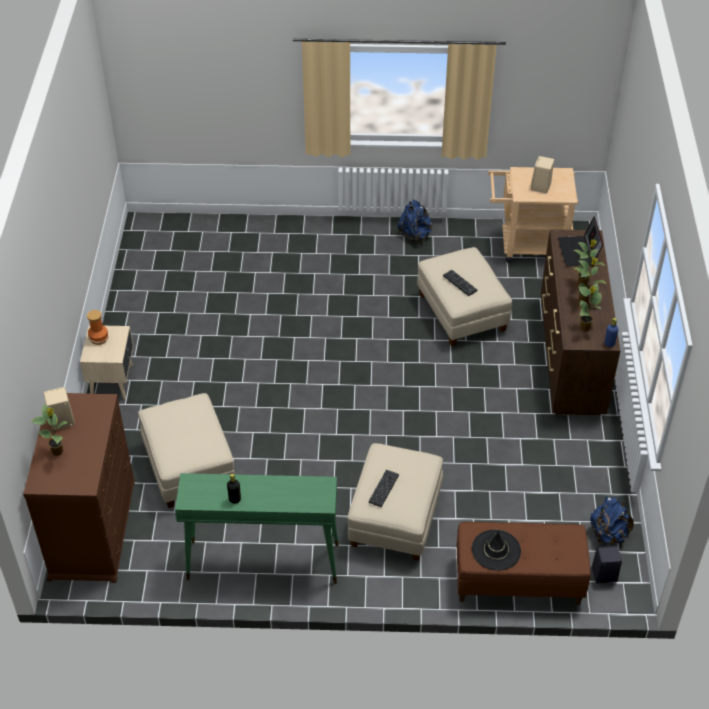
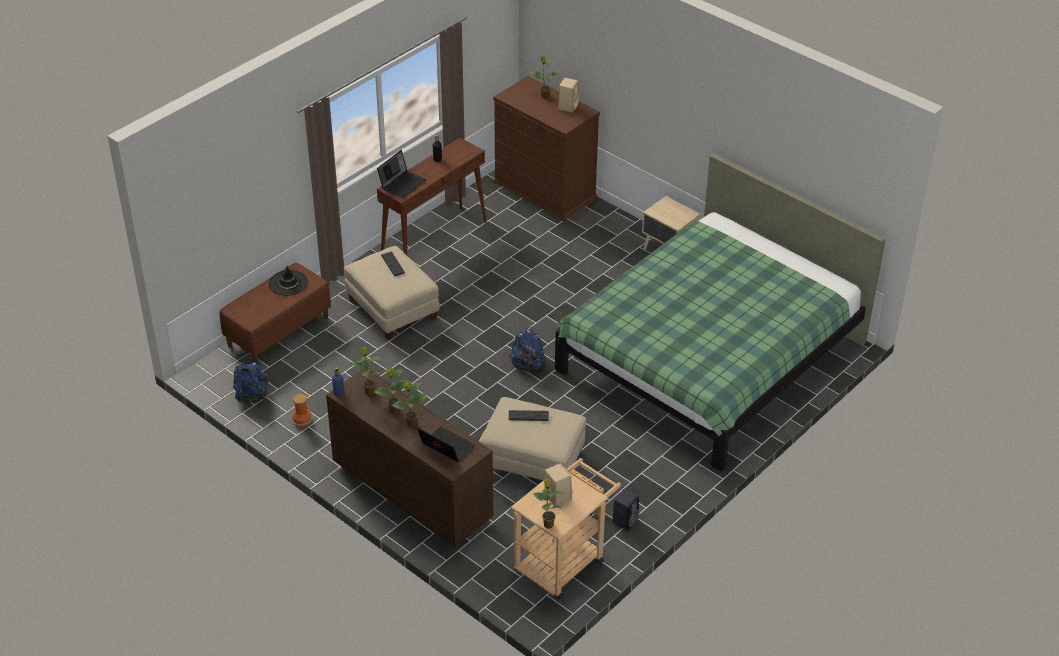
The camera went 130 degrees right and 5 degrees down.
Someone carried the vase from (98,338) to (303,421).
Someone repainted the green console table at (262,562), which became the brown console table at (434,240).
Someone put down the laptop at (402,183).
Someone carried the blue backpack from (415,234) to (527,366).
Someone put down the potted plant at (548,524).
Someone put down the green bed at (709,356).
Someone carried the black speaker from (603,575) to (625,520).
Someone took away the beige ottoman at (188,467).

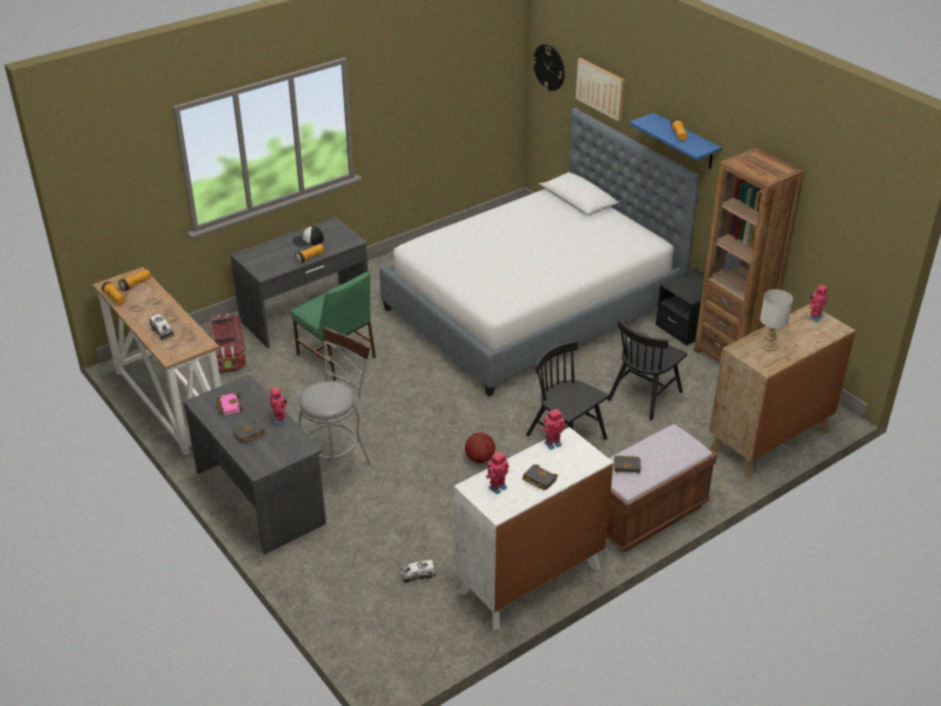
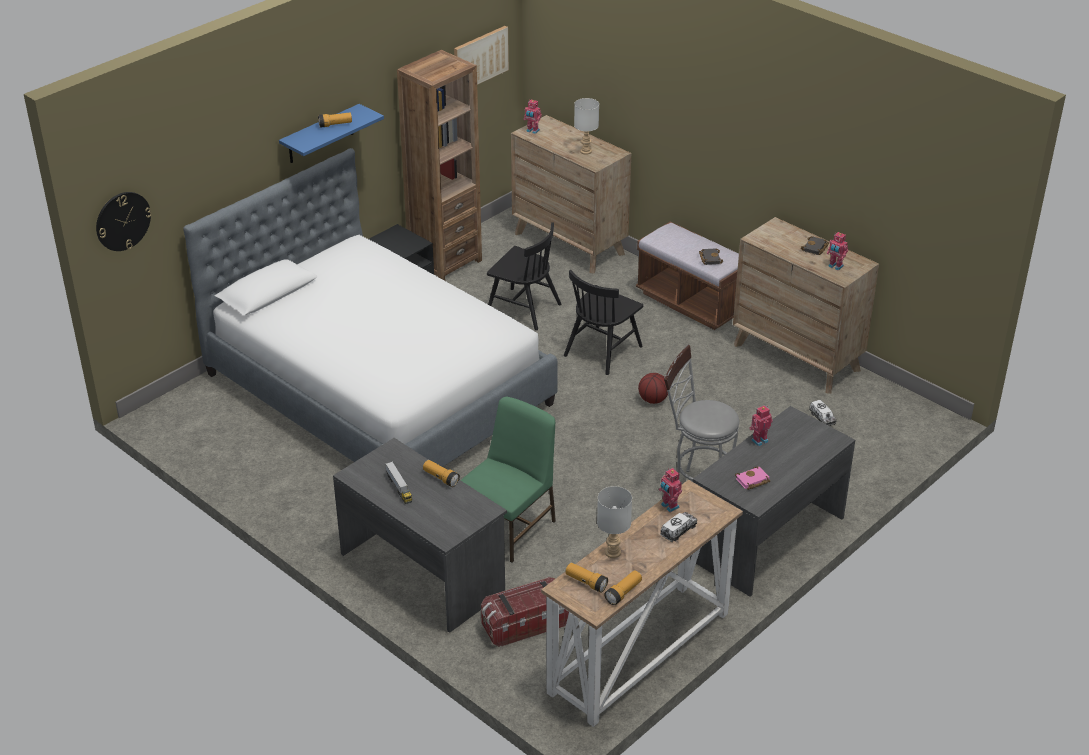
The camera went 100 degrees left and 0 degrees up.
Someone swapped the cap at (308,240) for the toy truck at (399,488).
Someone carried the picture from (601,88) to (480,58).
Someone put down the grey table lamp at (613,552).
Someone carried the toy robot from (552,443) to (669,506).
Someone repainted the white dresser at (530,579), which became the brown dresser at (796,357).
Someone took away the black book at (249,435).

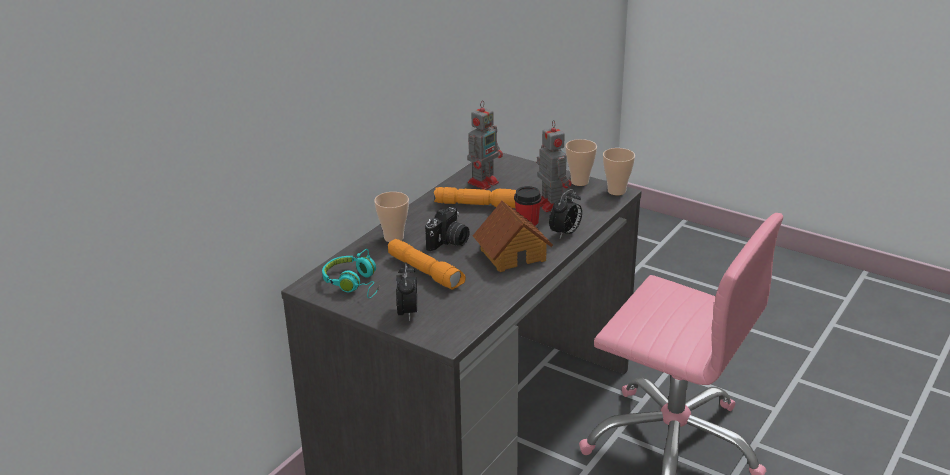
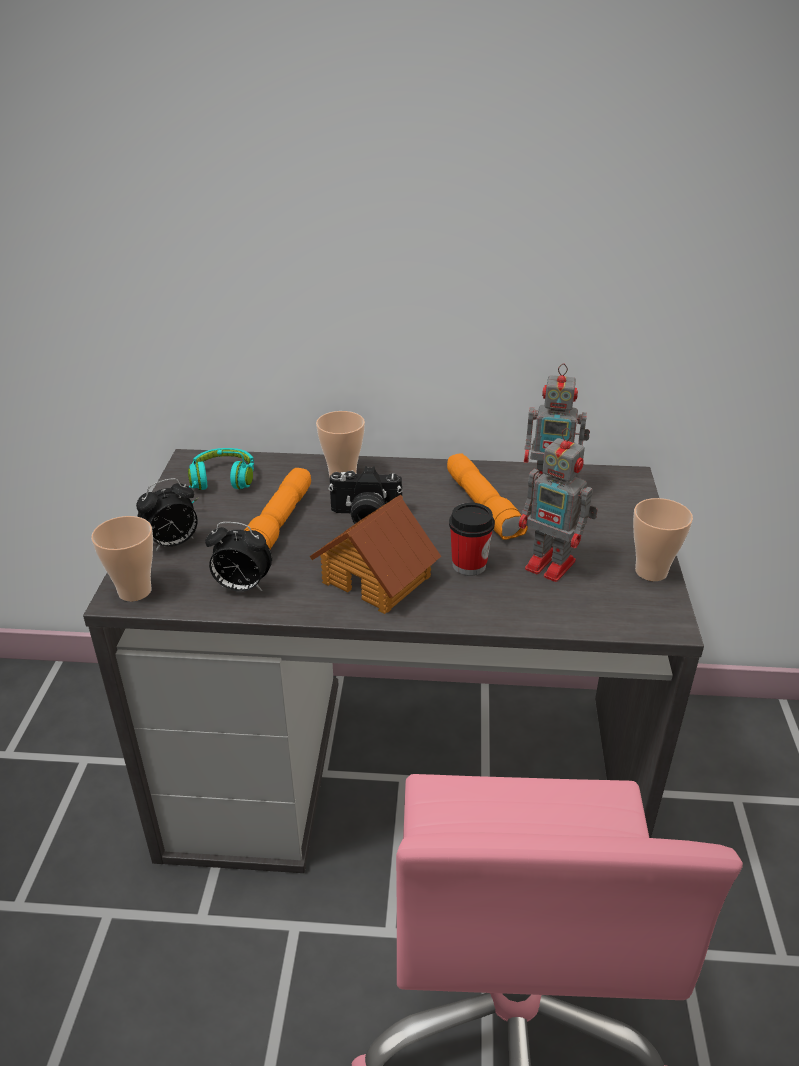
The camera went 60 degrees right and 5 degrees up.
Someone carried the cup from (616,191) to (135,591).
Someone carried the alarm clock from (565,233) to (242,587).
Someone rotated the toy robot at (550,204) by 90 degrees clockwise.

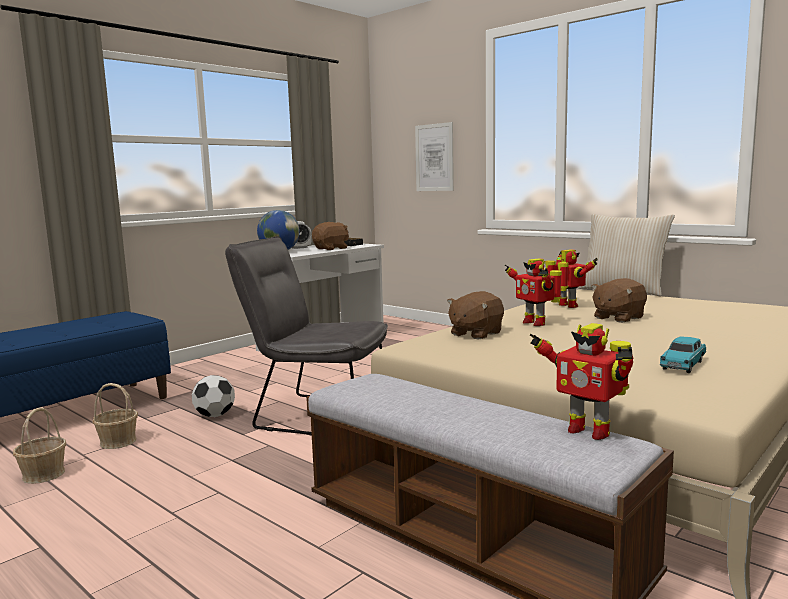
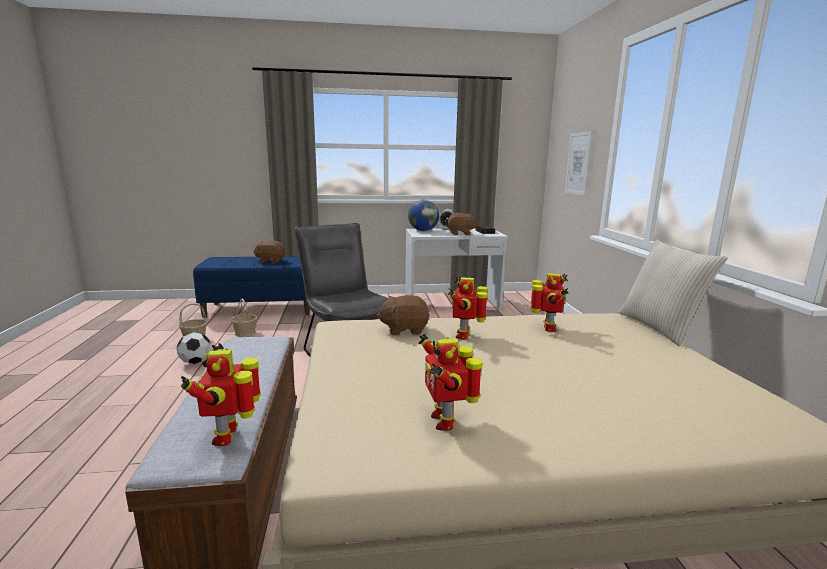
The camera went 40 degrees right and 5 degrees up.
Someone carried the football from (215,415) to (196,362).
Someone carried the brown plush toy from (618,318) to (270,261).
Someone swapped the turquoise toy car at (683,365) for the toy robot at (445,420).

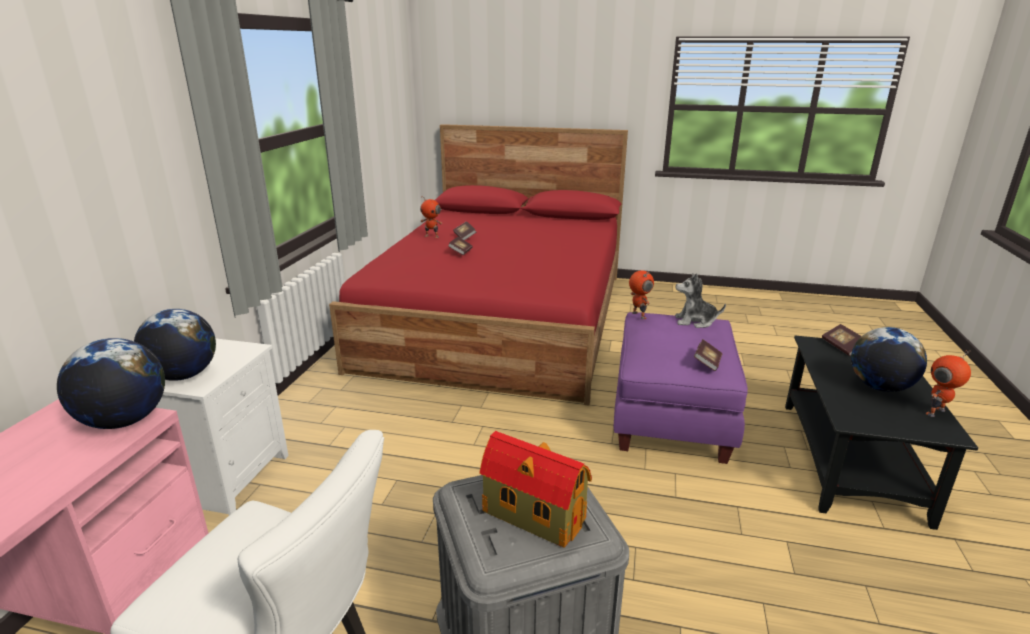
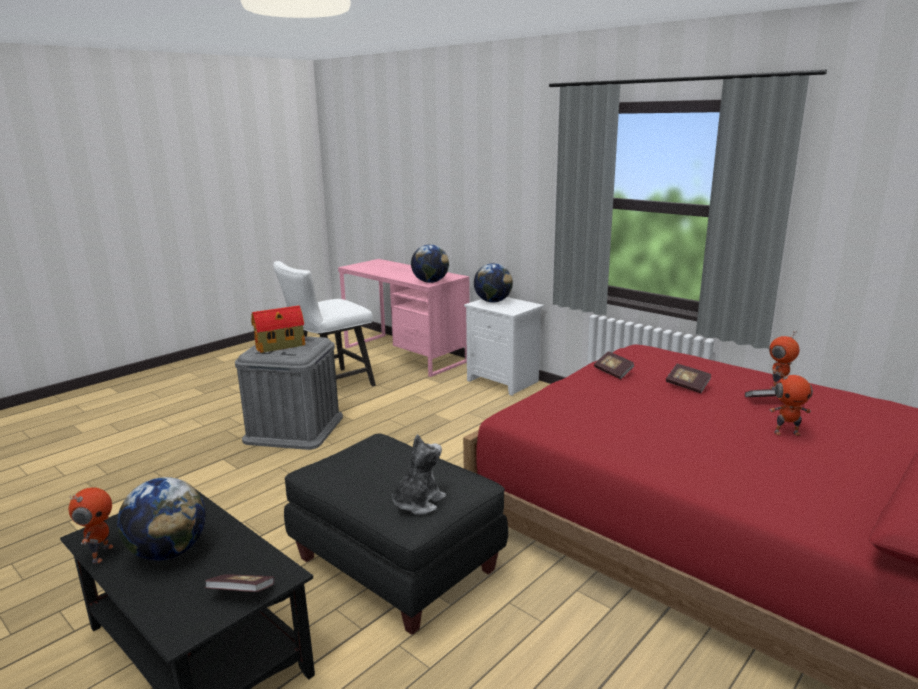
The camera went 120 degrees right and 5 degrees down.
Someone repainted the purple ottoman at (672,417), which became the black ottoman at (395,564).
Someone carried the book from (707,362) to (613,372).
Someone carried the toy robot from (638,315) to (786,432).

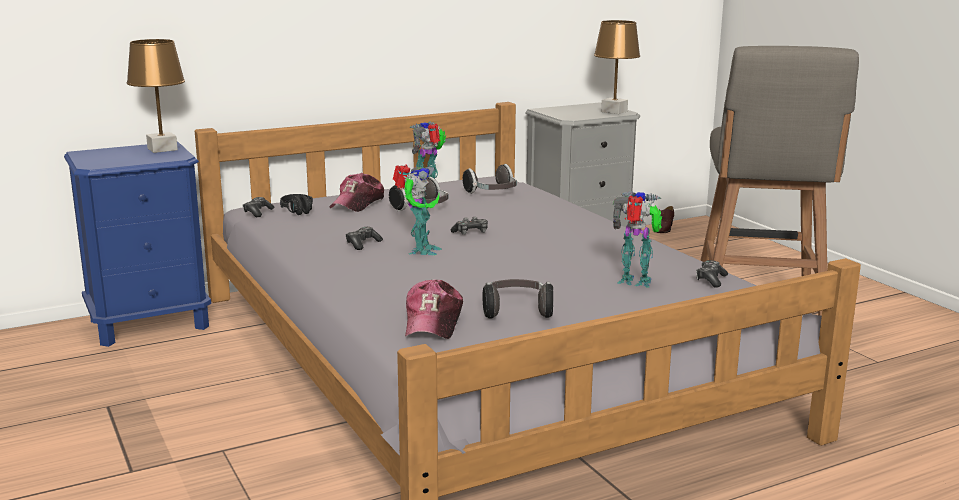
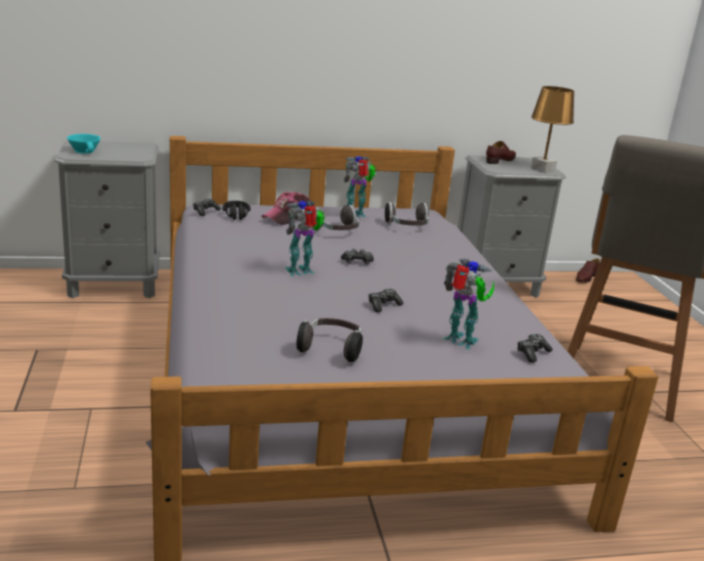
The camera went 15 degrees right and 5 degrees up.
Someone repainted the blue nightstand at (149,323), which became the grey nightstand at (114,284).
Someone put down the turquoise cup at (86,151).
Someone rotated the toy robot at (420,250) by 150 degrees counterclockwise.
Someone carried the game controller from (362,244) to (383,305).
Someone put down the brown shoe at (501,160).
Someone took away the brown table lamp at (162,149).
Someone took away the cap at (433,322).

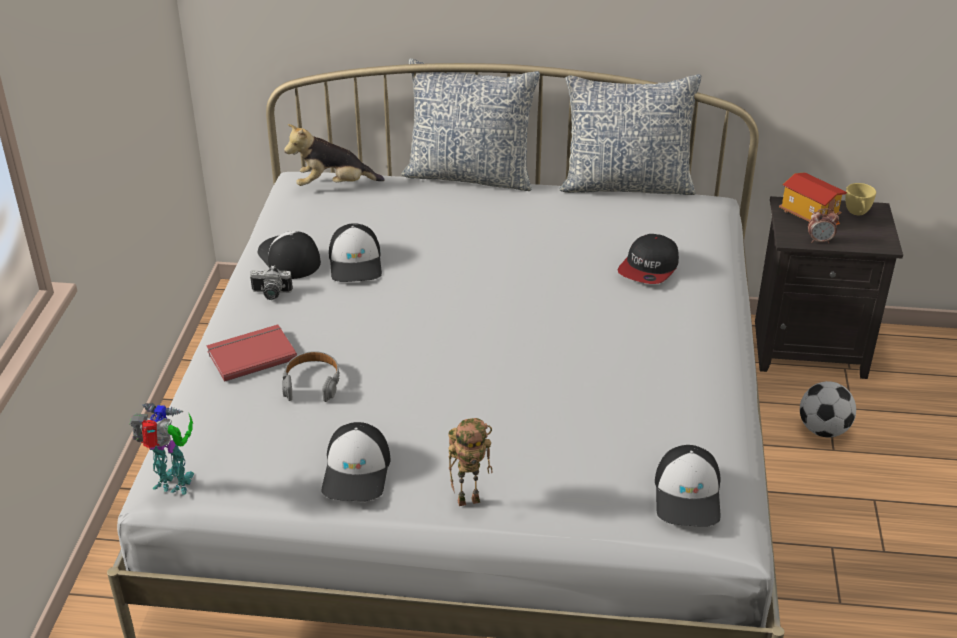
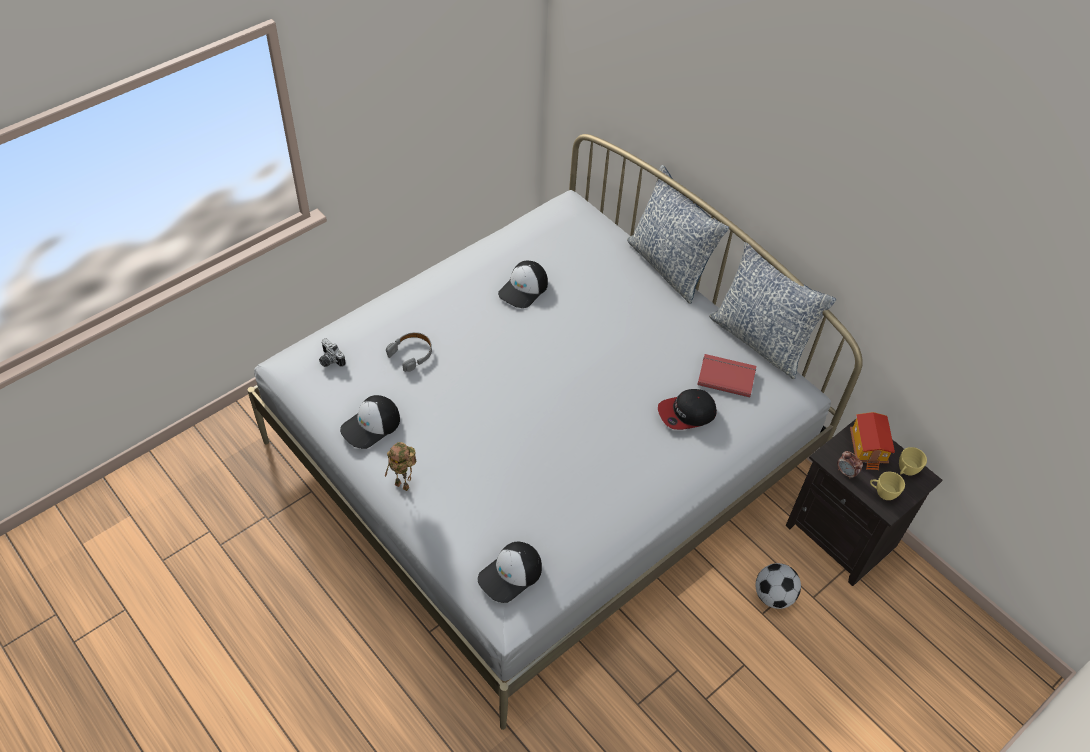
The camera went 40 degrees right and 15 degrees up.
Someone carried the photo camera from (271,294) to (329,360).
Someone carried the red book from (251,354) to (726,376).
Someone put down the yellow cup at (882,493).
Someone took away the toy robot at (174,485).
Someone took away the cap at (288,258).
Someone took away the plush toy at (333,186).

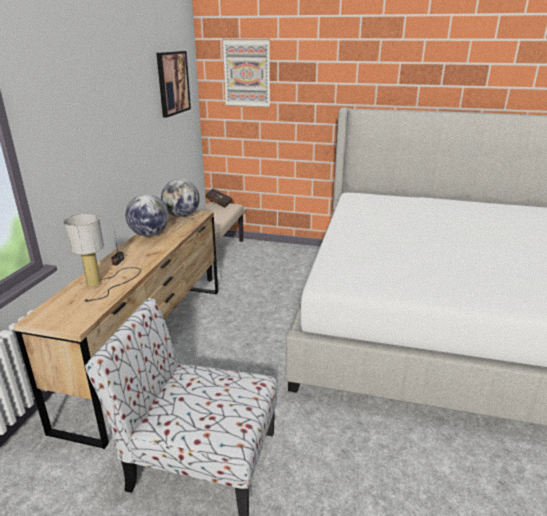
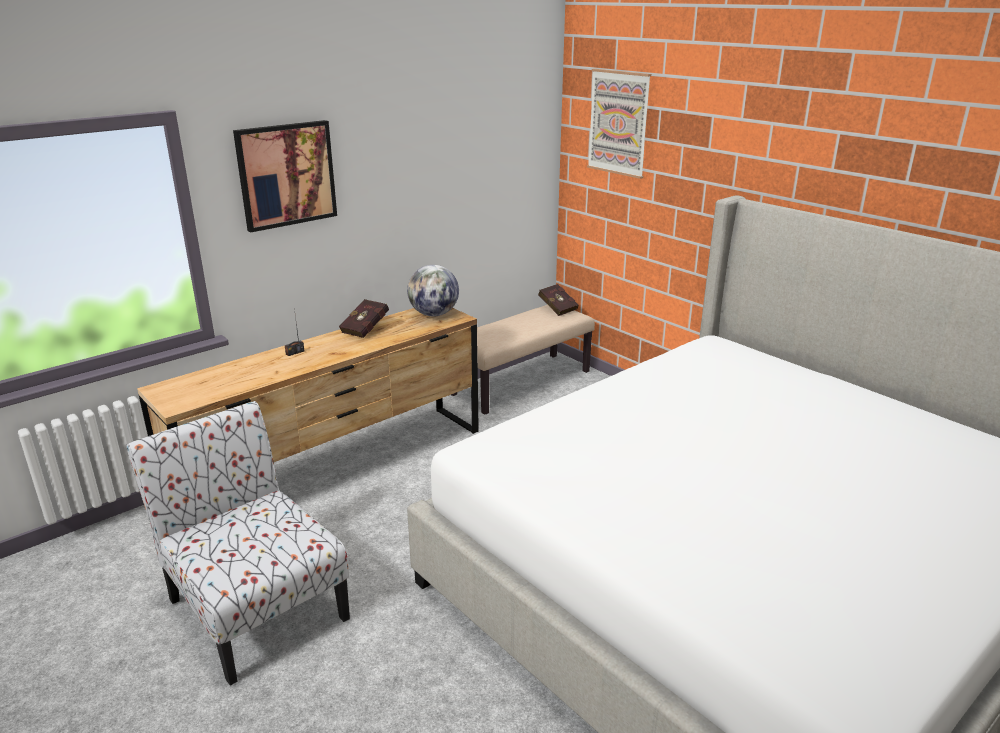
The camera went 35 degrees right and 0 degrees up.
Someone carried the picture from (173,83) to (286,175).
Someone swapped the globe at (149,234) for the red book at (367,329).
Someone took away the table lamp at (103,283).

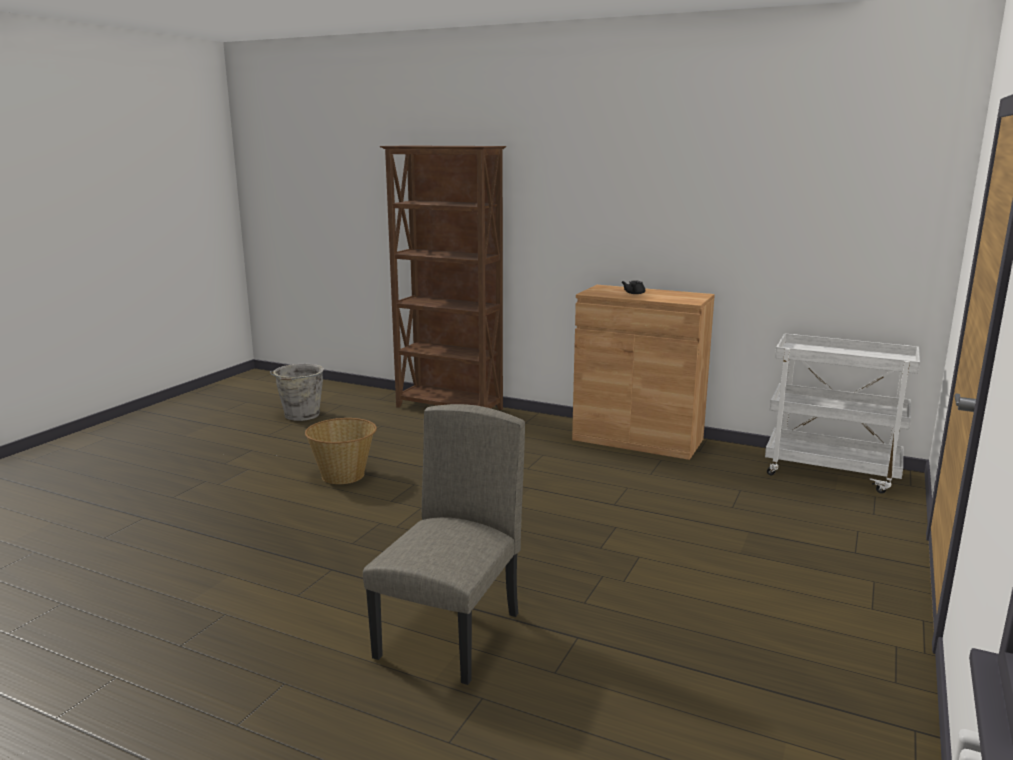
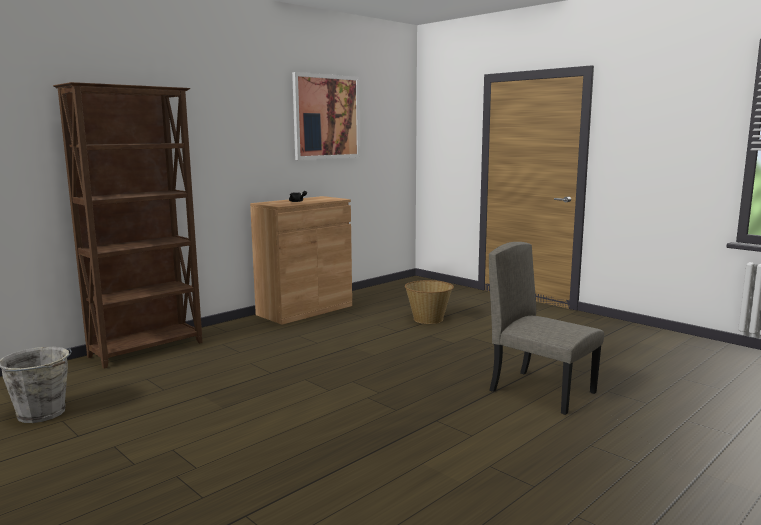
The camera went 70 degrees left and 5 degrees down.
Someone put up the picture at (326,117).
Someone carried the basket from (344,475) to (428,319).
Someone took away the white cart at (832,472).

